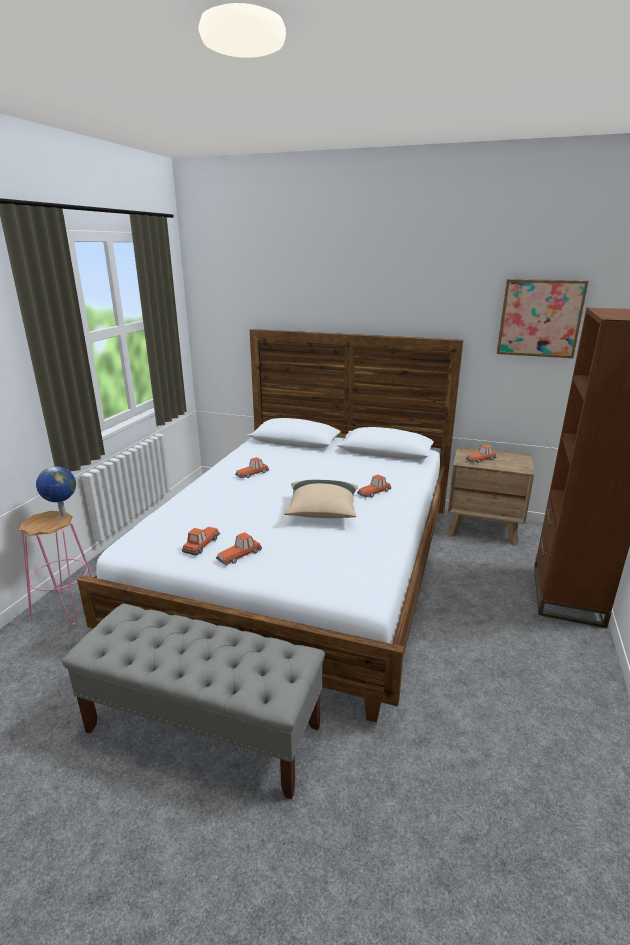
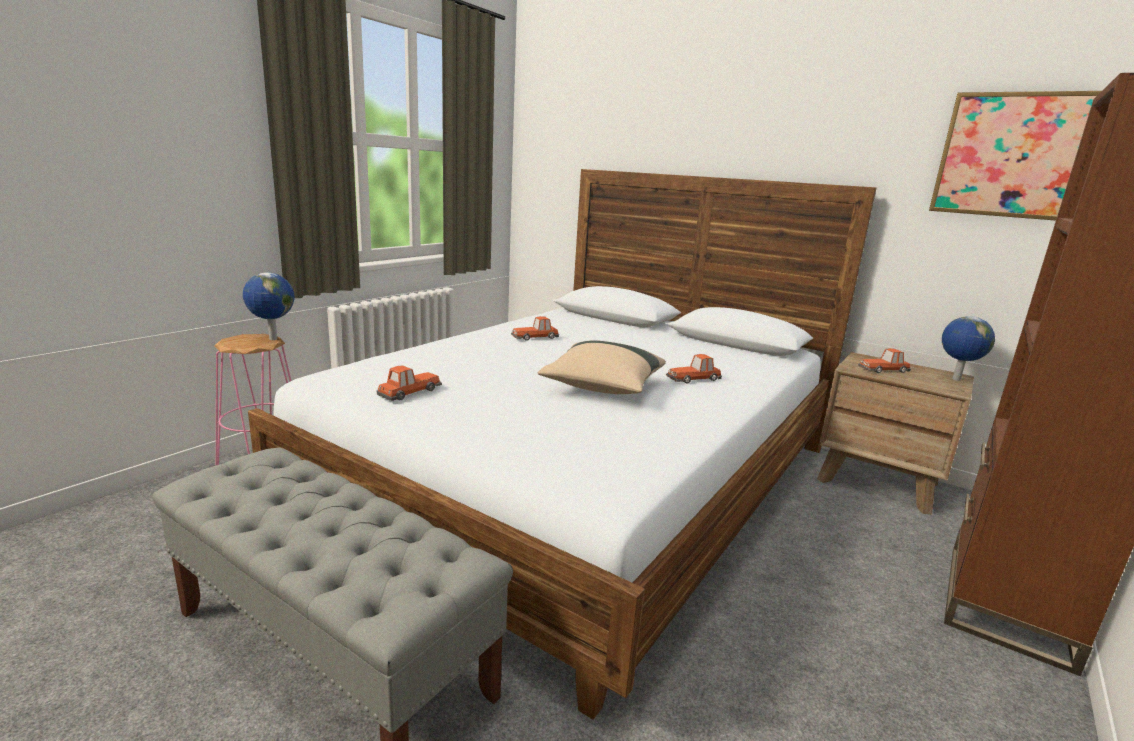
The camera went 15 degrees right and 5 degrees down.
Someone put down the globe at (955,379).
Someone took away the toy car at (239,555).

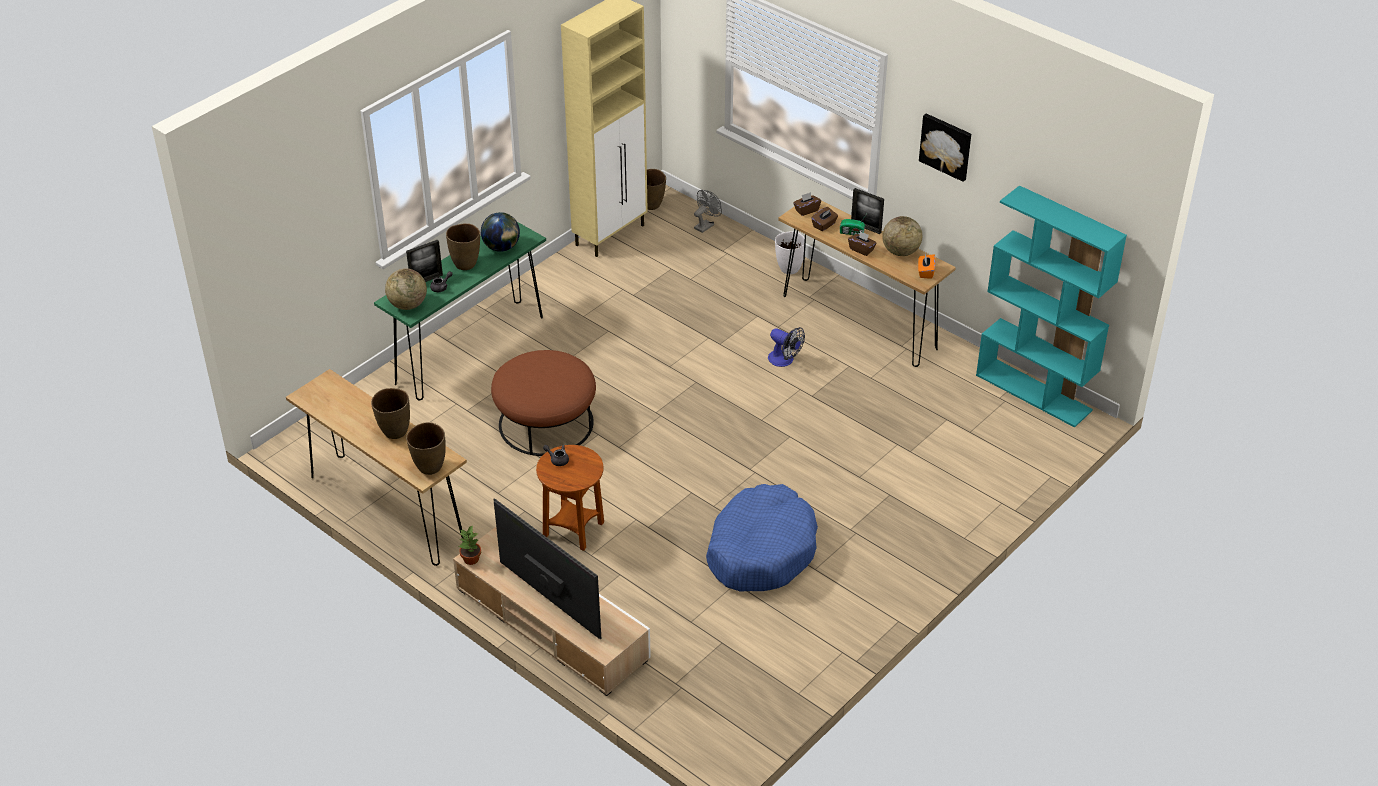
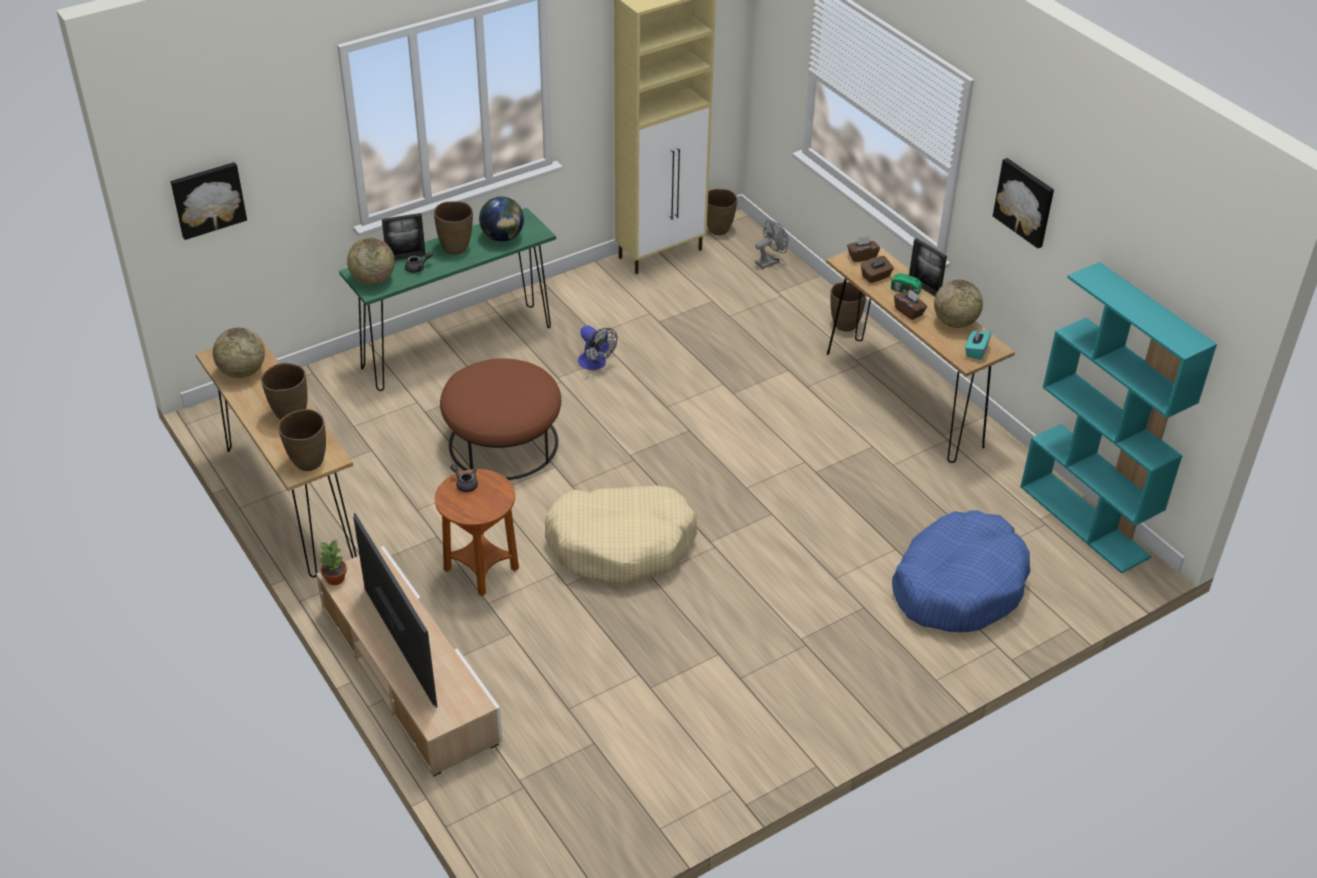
The camera went 15 degrees right and 0 degrees up.
Someone put up the picture at (208,199).
Someone put down the globe at (242,372).
Someone put down the beige dog bed at (621,545).
Someone carried the fan from (784,360) to (595,364).
Someone repainted the white vase at (789,269), which became the brown vase at (844,325).
Someone carried the blue dog bed from (761,550) to (958,585).
Someone repainted the orange tissue box at (925,272), which became the turquoise tissue box at (976,351).

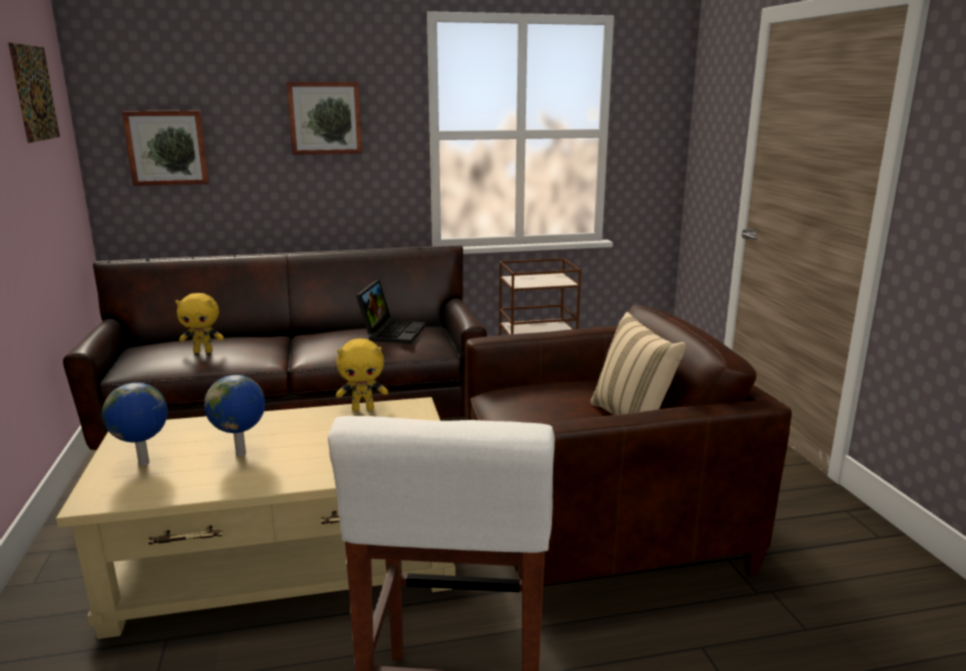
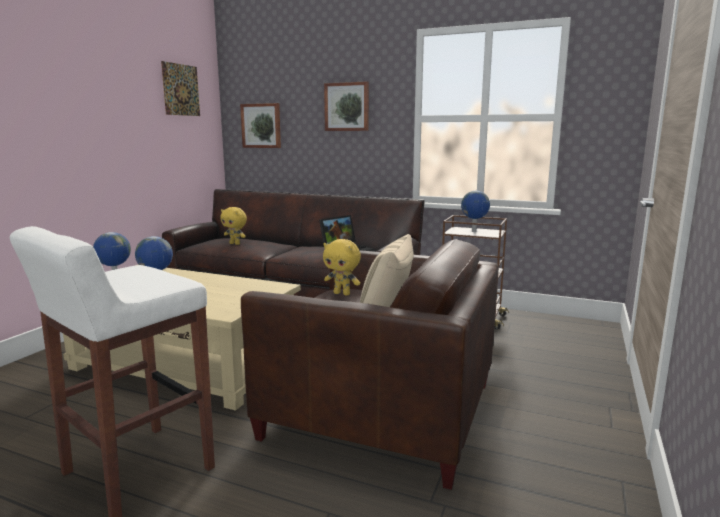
The camera went 35 degrees right and 5 degrees down.
Someone carried the yellow plush toy from (363,409) to (342,293).
Someone put down the globe at (474,231).

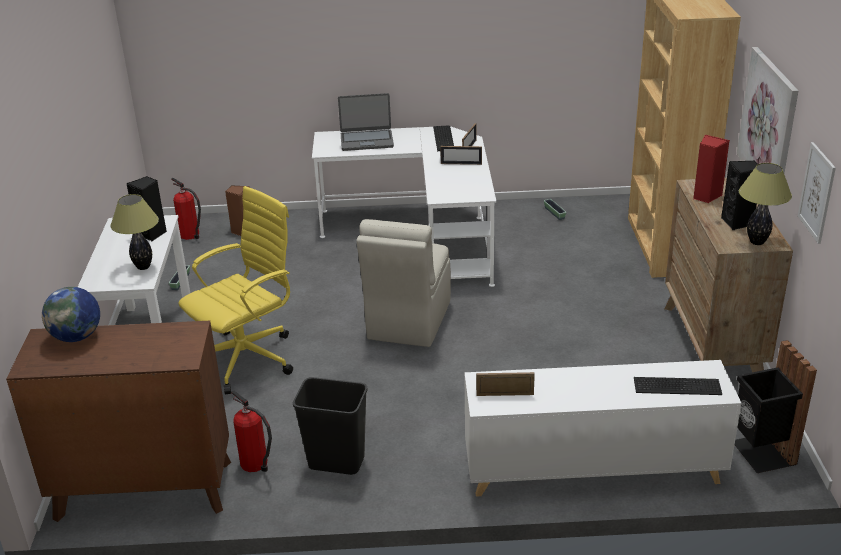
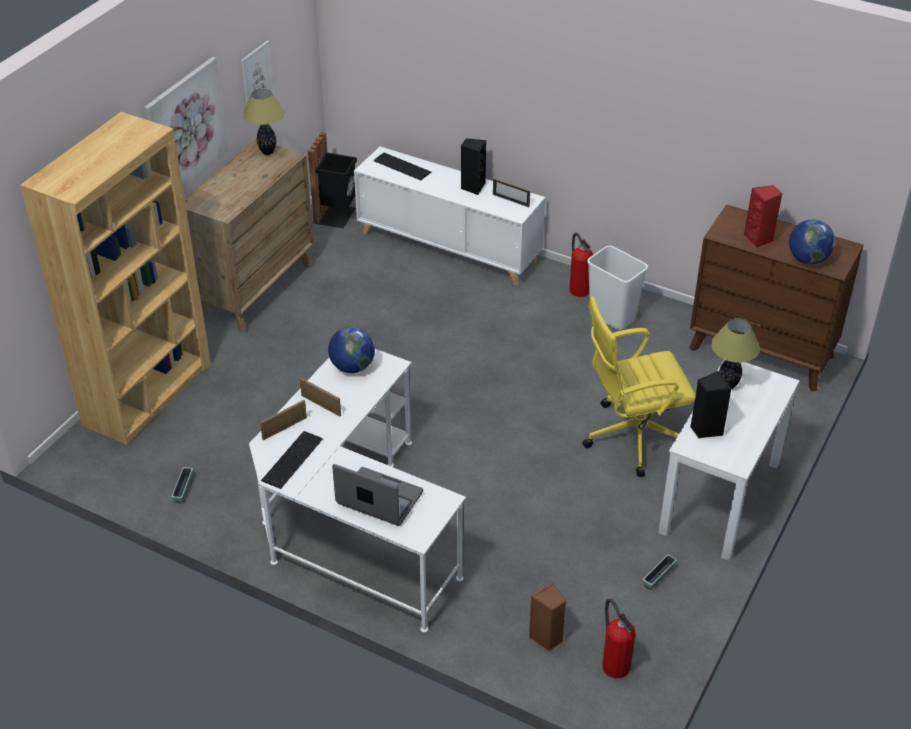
The camera went 150 degrees left and 10 degrees up.
Someone put down the globe at (352,367).
Someone carried the black speaker from (737,223) to (472,187).
Someone carried the fire extinguisher from (256,464) to (578,289).
Someone repainted the black trash can at (336,463), which became the white trash can at (613,317).
Someone carried the red speaker from (705,196) to (759,239).
Someone took away the beige chair at (408,321).

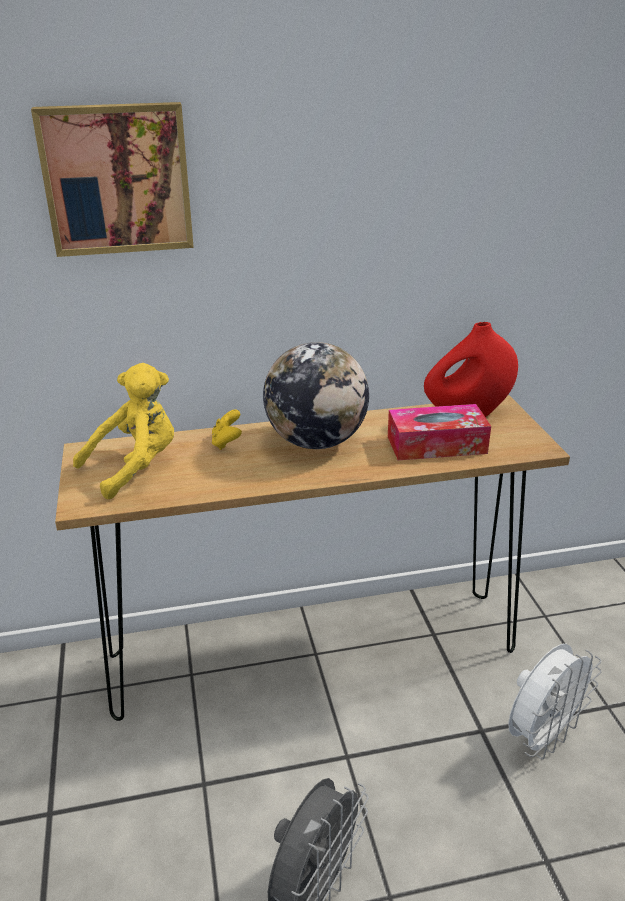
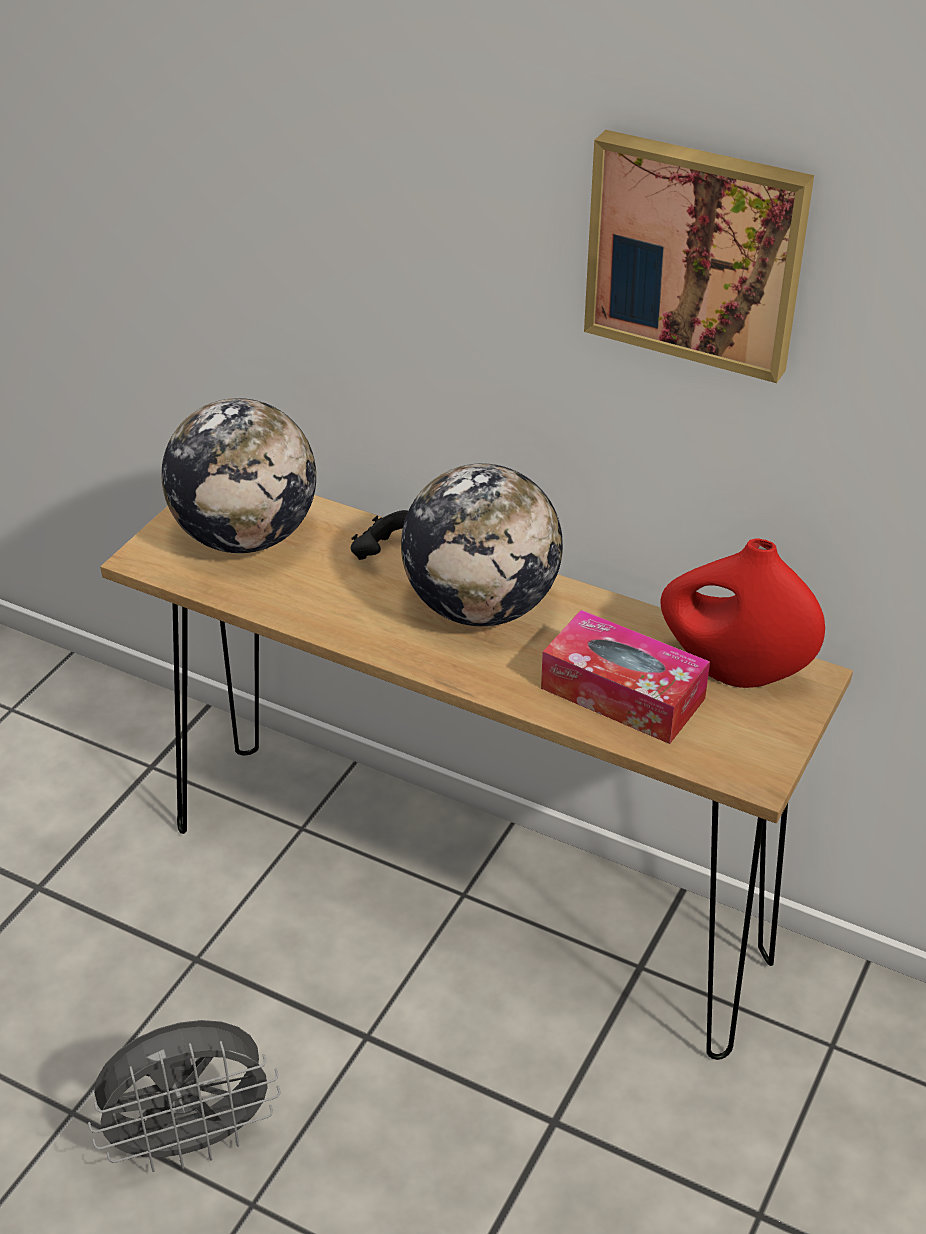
The camera went 40 degrees right and 10 degrees up.
Someone swapped the yellow plush toy at (136,467) for the globe at (246,537).
Someone repainted the yellow game controller at (227,442), which became the black game controller at (379,552).
Someone carried the picture from (117,179) to (697,252).
Someone took away the white fan at (542,737).

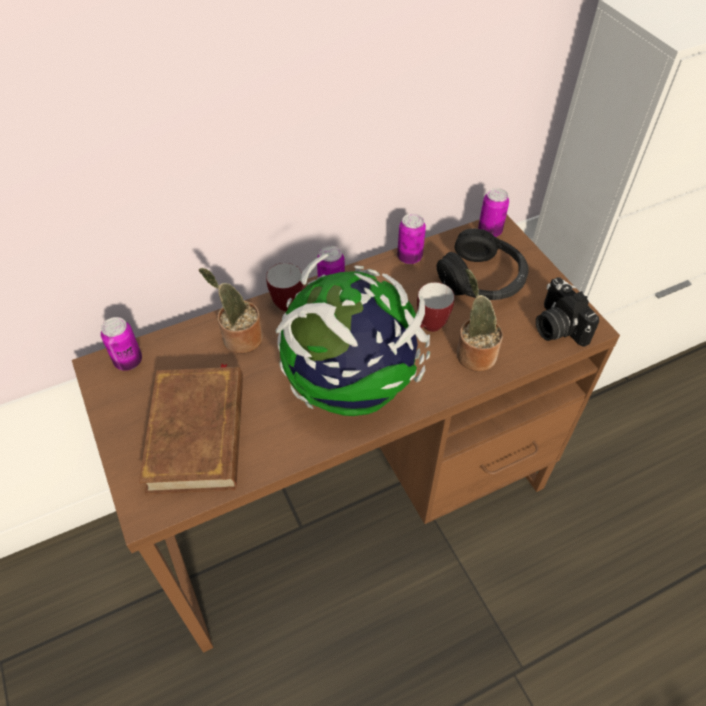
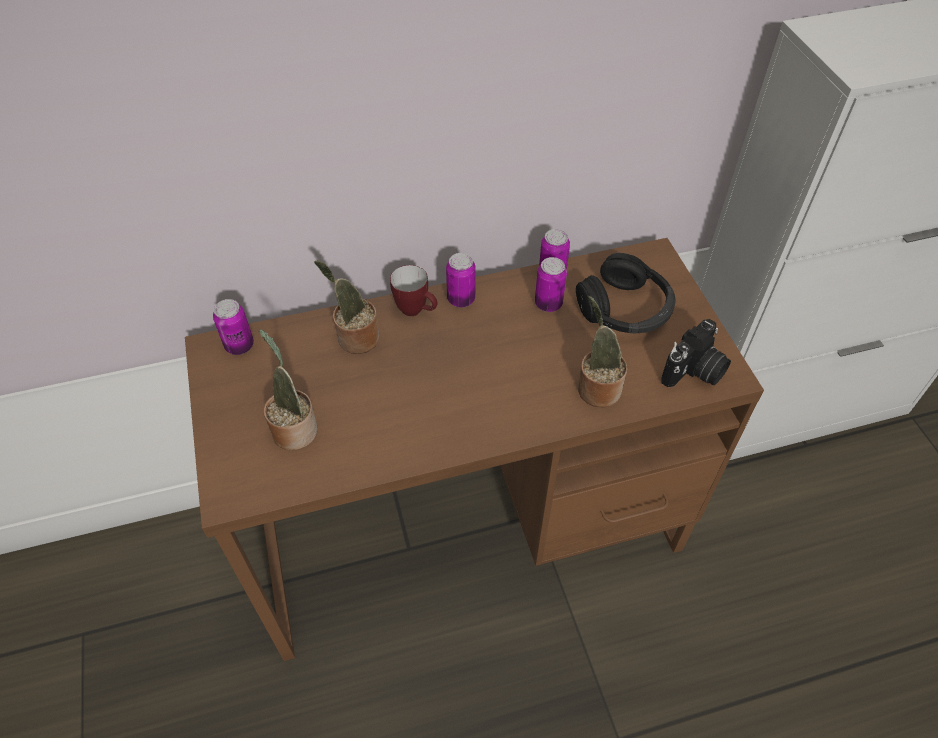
The camera went 10 degrees right and 0 degrees up.
Someone swapped the brown book at (198,433) for the potted plant at (294,428).
Someone carried the can from (489,231) to (548,304).
Someone rotated the photo camera at (556,327) by 120 degrees counterclockwise.
Someone took away the globe at (351,386).
Someone took away the mug at (428,328).

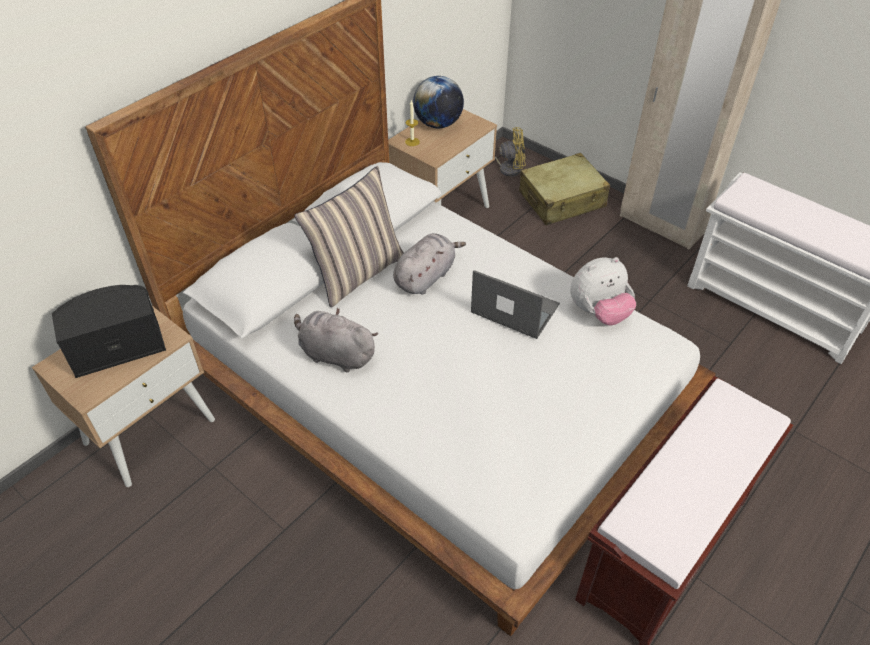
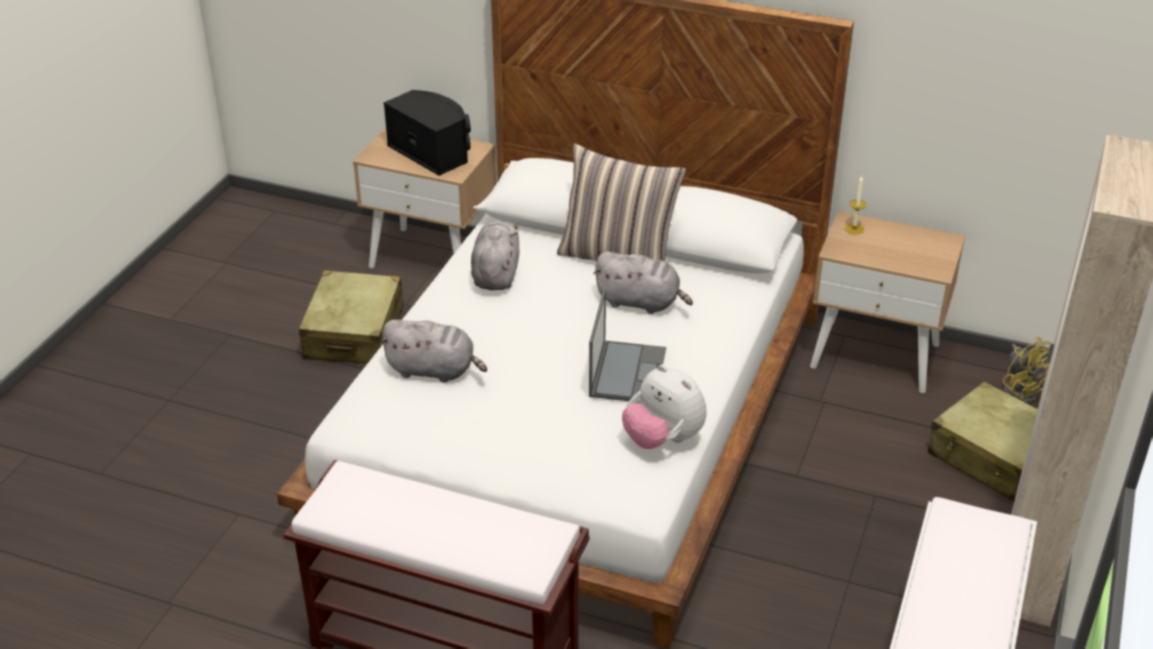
The camera went 70 degrees right and 10 degrees down.
Someone put down the beige suitcase at (354,333).
Someone put down the grey plush toy at (434,371).
Someone took away the globe at (438,124).

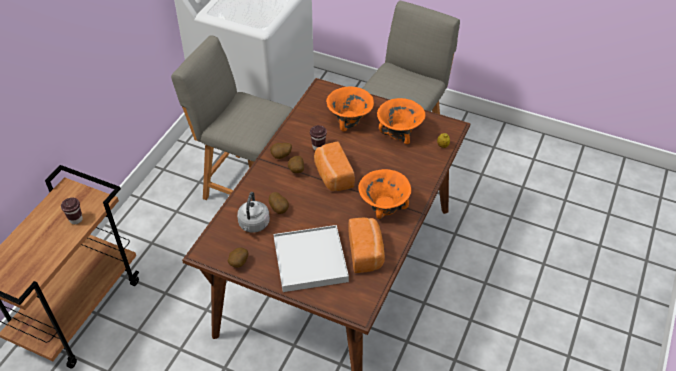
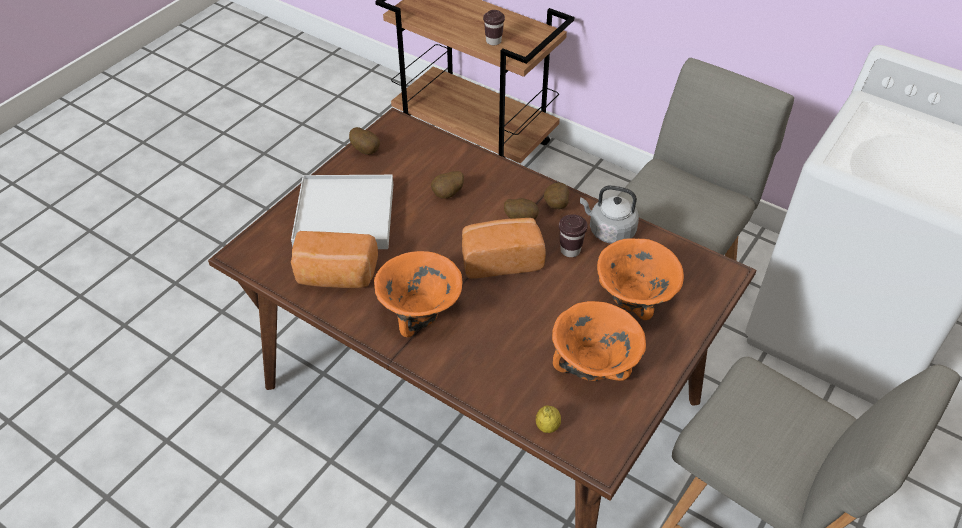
The camera went 100 degrees right and 0 degrees up.
Someone carried the grey kettle from (253,225) to (609,231).

